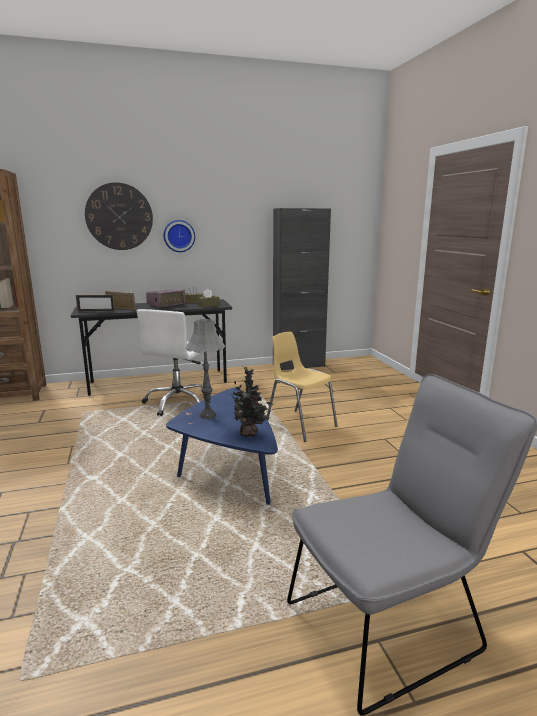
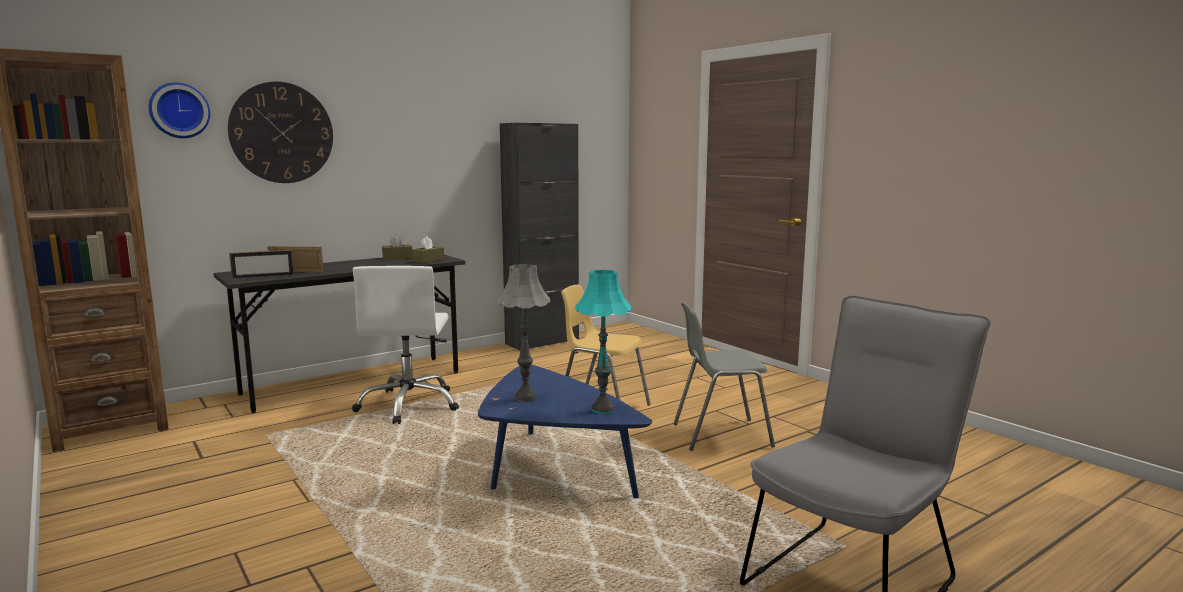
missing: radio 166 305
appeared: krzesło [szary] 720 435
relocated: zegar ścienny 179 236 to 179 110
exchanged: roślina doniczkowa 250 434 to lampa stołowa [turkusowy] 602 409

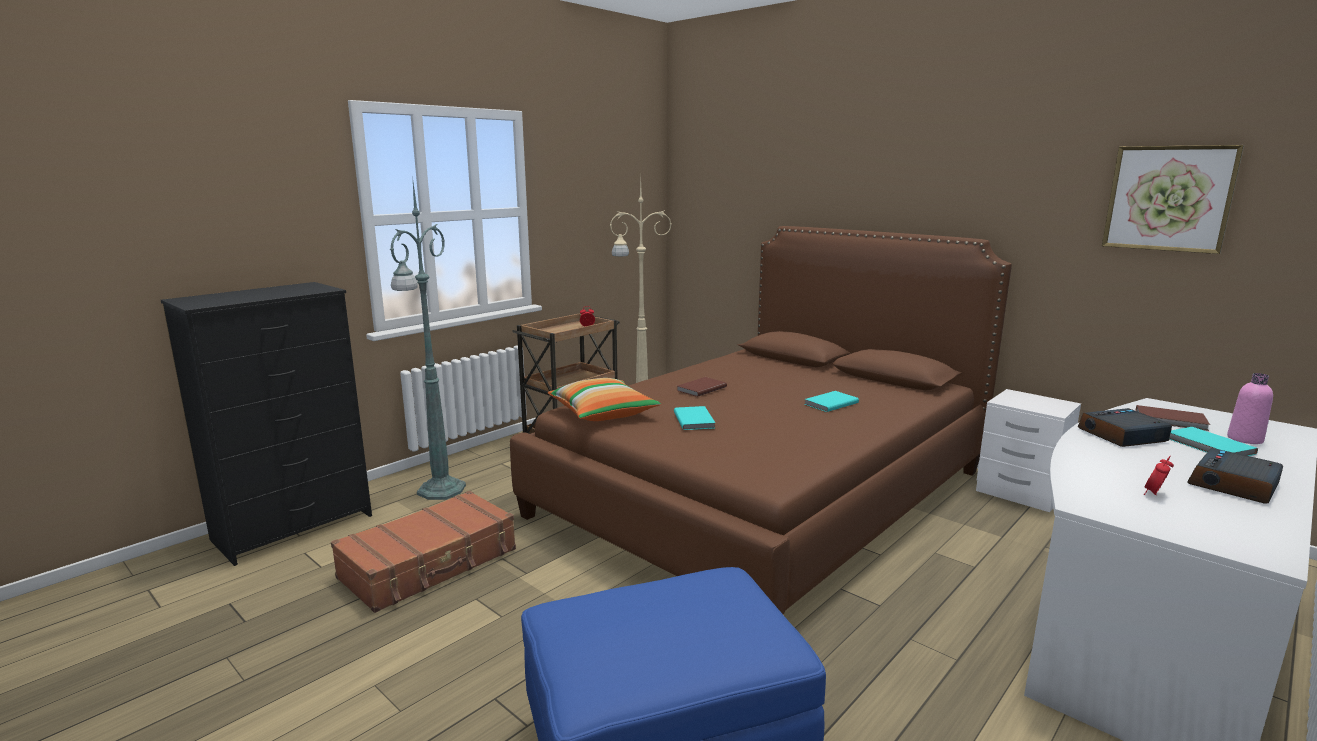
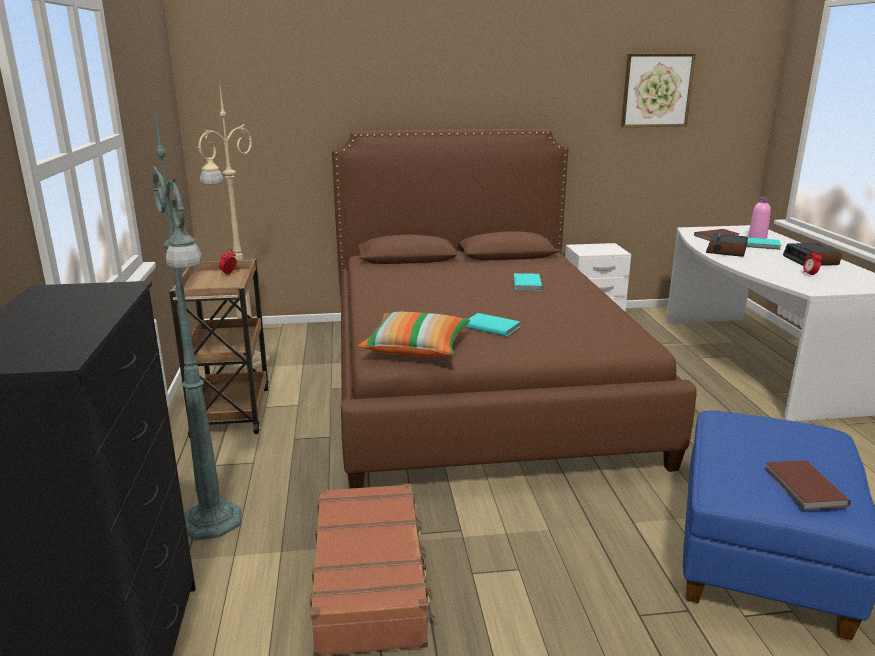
relocated: książka [brązowy] 700 389 to 803 488

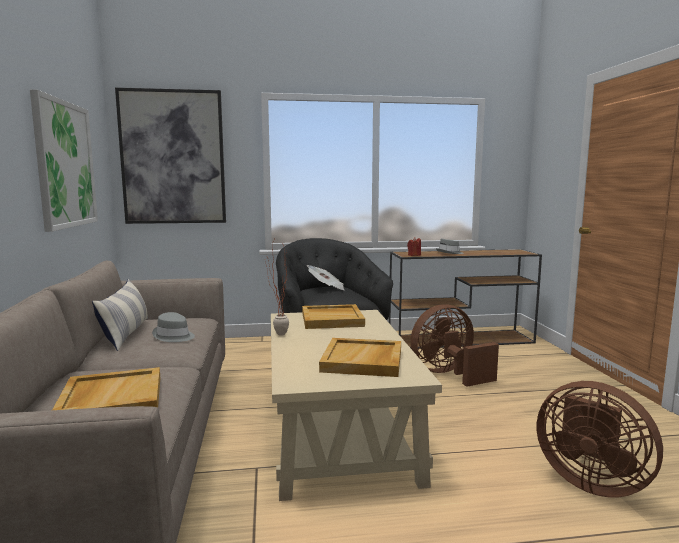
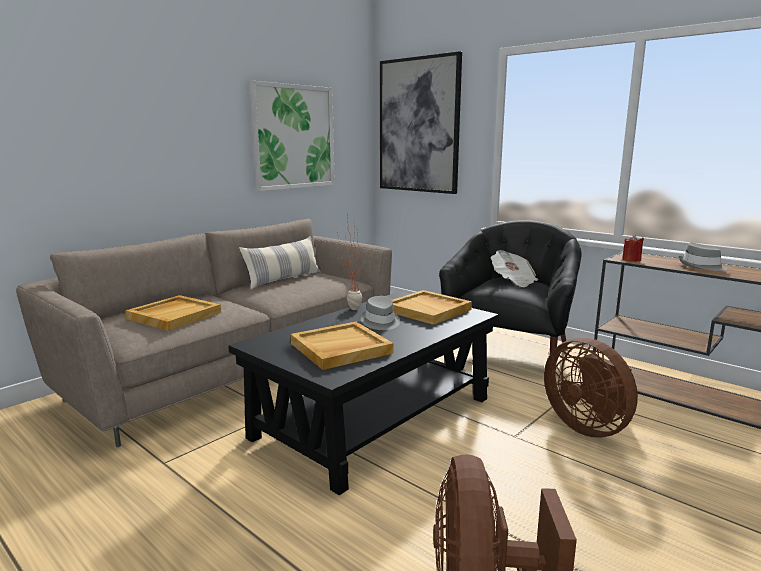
relocated: kapelusz [szary] 174 336 to 380 322
colour: ława [beżowy] 337 428 to ława [czarny] 374 416
spun: wentylator [brązowy] 449 374 = 588 426 150 degrees counterclockwise

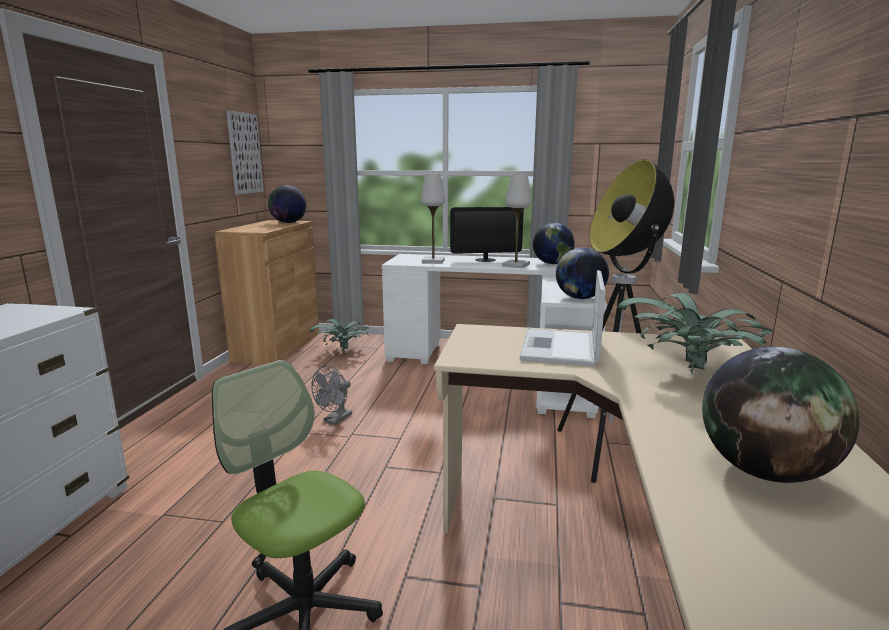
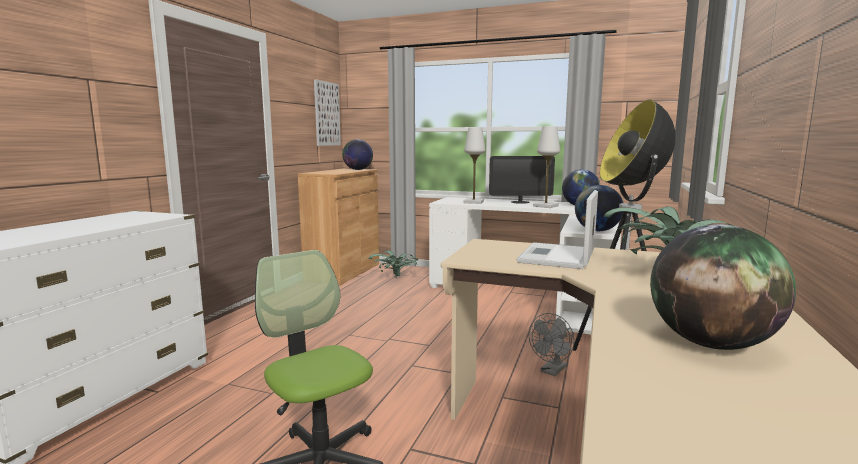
relocated: wentylator [szary] 335 420 to 552 371

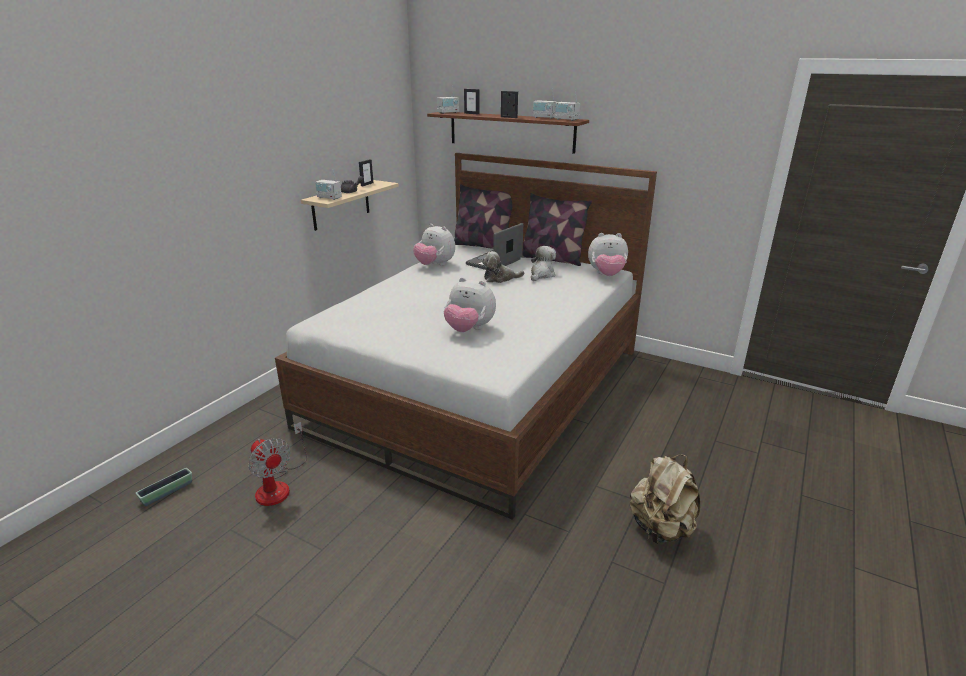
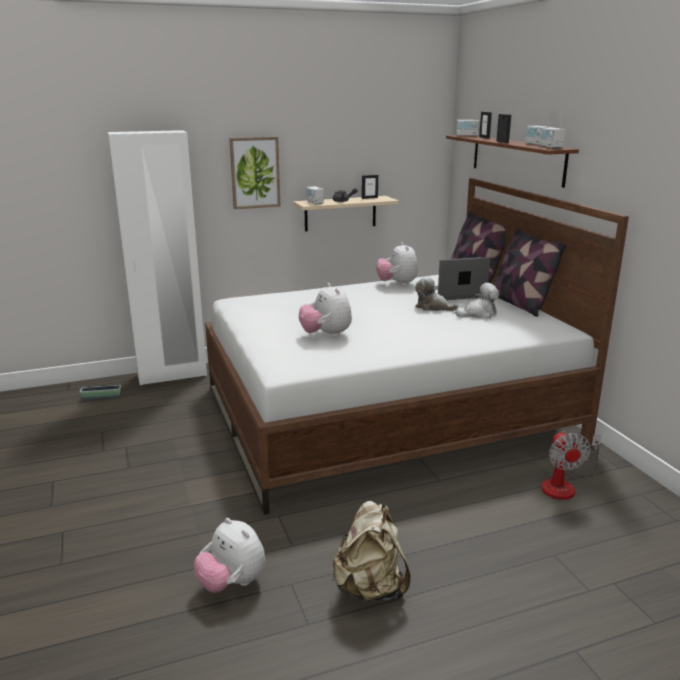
appeared: szafa [biały] 172 375; obraz 255 172
relocated: wentylator 278 485 to 564 485; pluszak 606 275 to 232 583

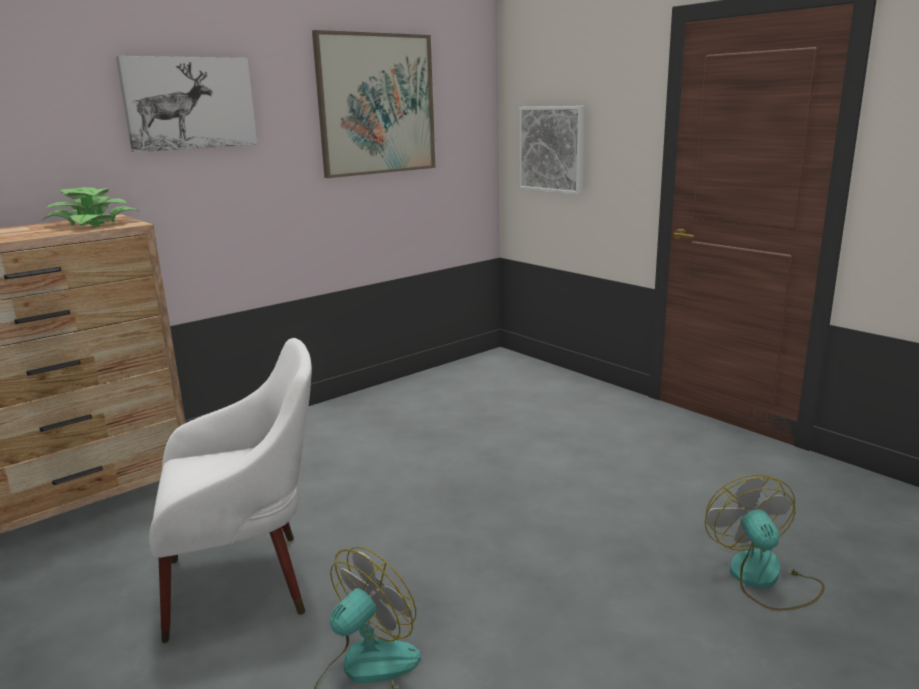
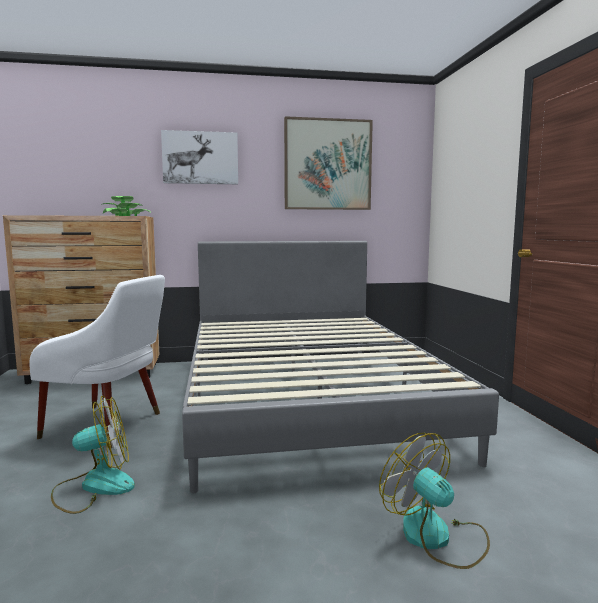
missing: obraz 551 149
appeared: łóżko [szary] 306 399
spun: wentylator 763 579 = 436 537 60 degrees counterclockwise

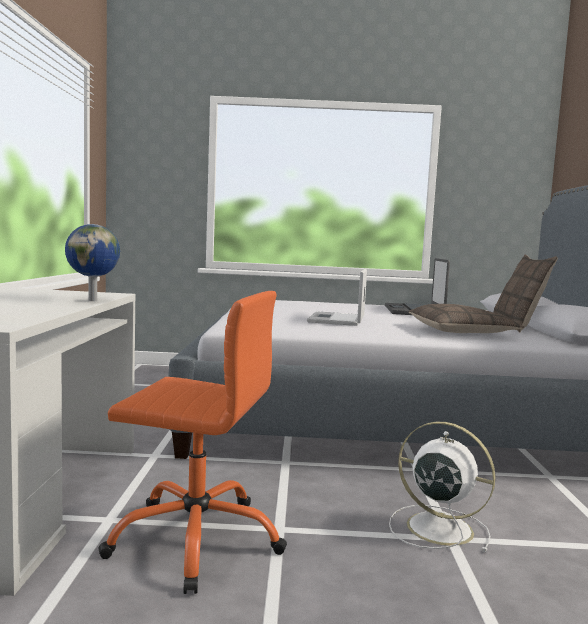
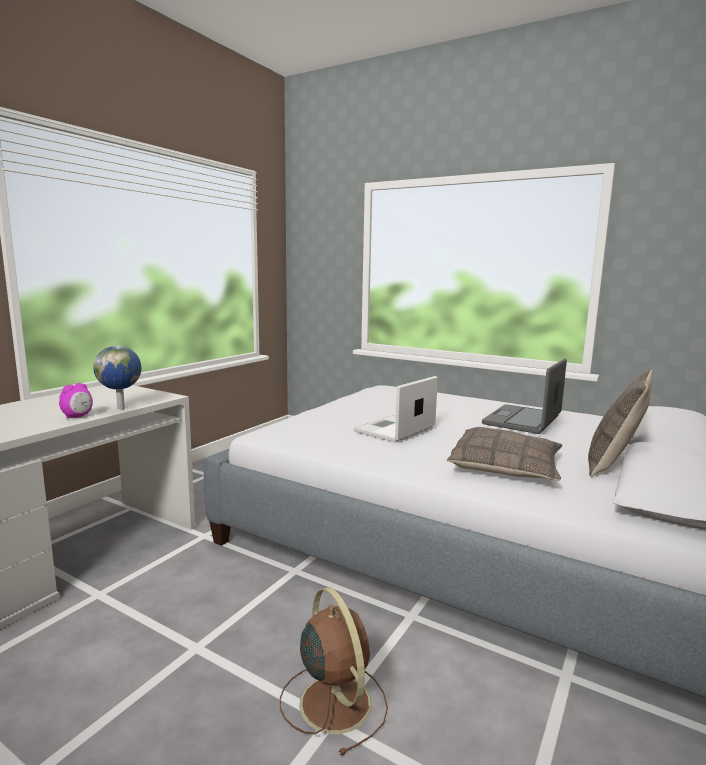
missing: krzesło biurowe [pomarańczowy] 196 538
appeared: budzik 77 416
colour: wentylator [biały] 436 527 to wentylator [brązowy] 333 700

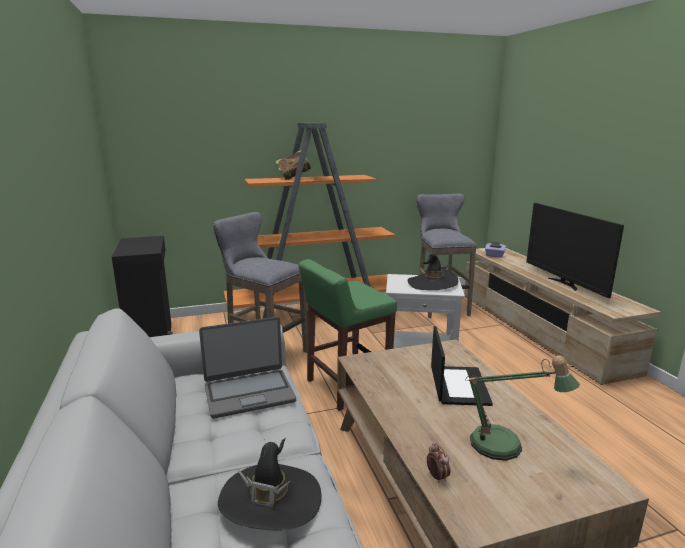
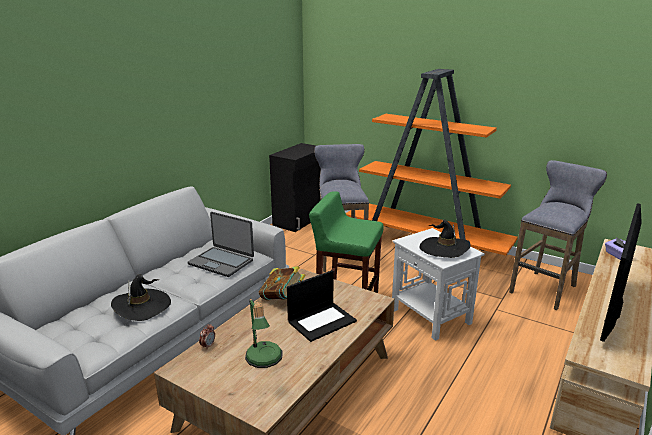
relocated: książka 294 178 to 282 298

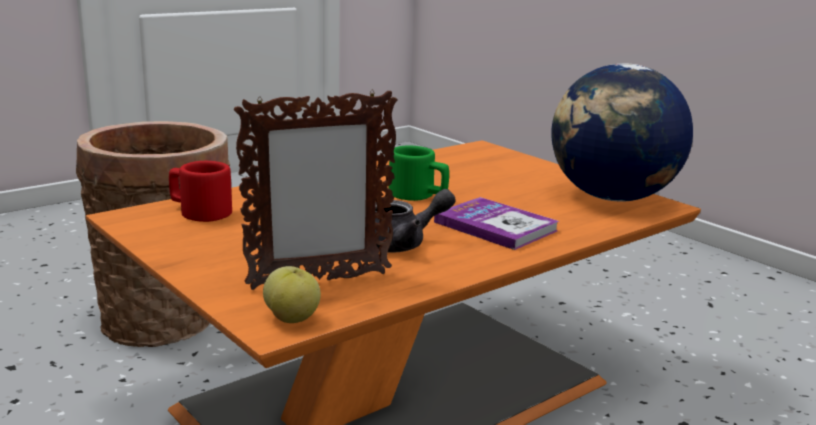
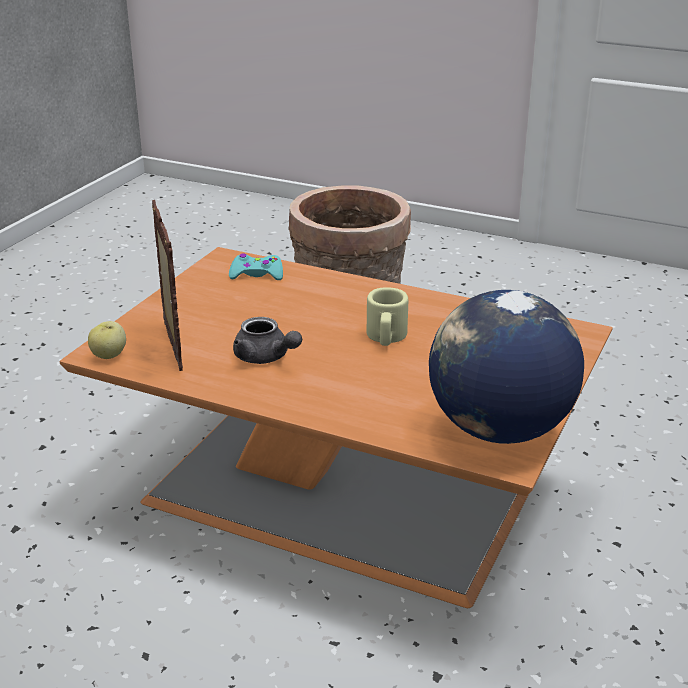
missing: książka 495 226
exchanged: kubek [czerwony] 199 212 to pad do gier [turkusowy] 257 274
colour: kubek [zielony] 418 196 to kubek [beżowy] 386 338
spun: ramka na zdjęcie 318 281 = 172 347 150 degrees counterclockwise

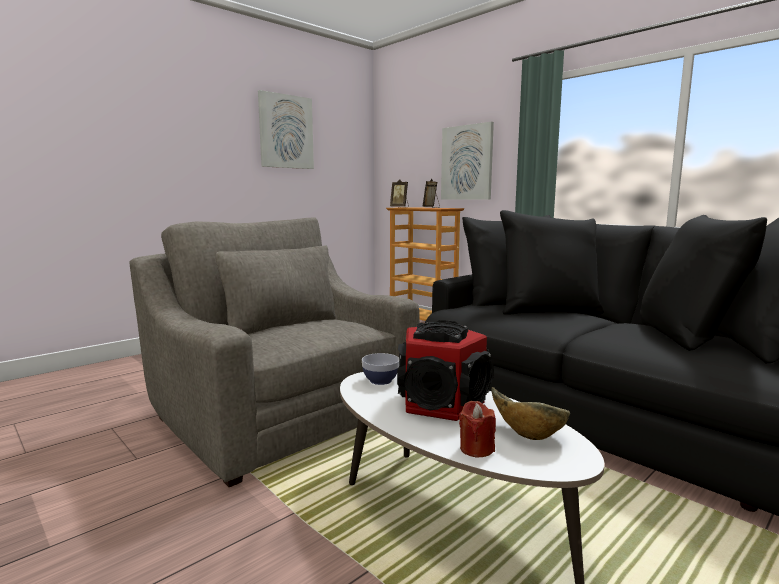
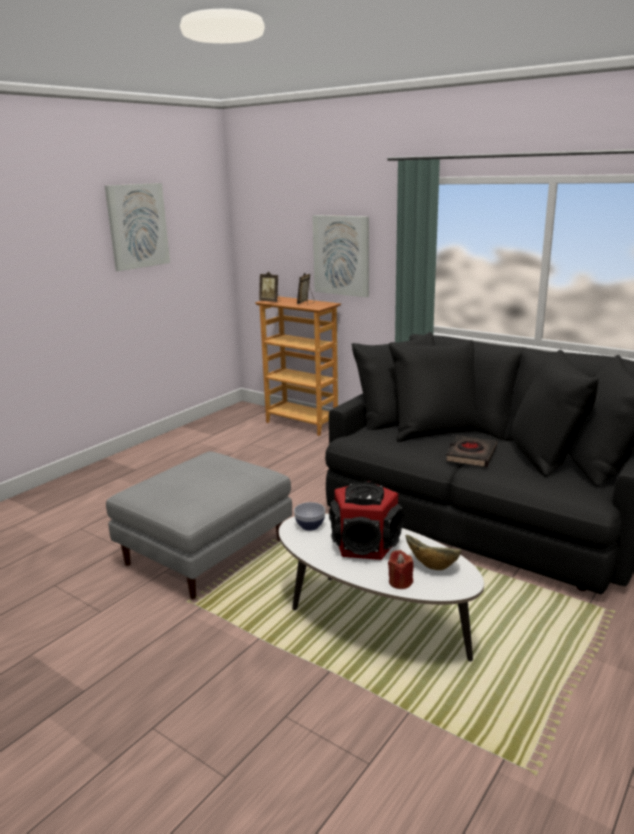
appeared: książka [czarny] 470 455
exchanged: fotel [szary] 283 413 to pufa [szary] 207 550

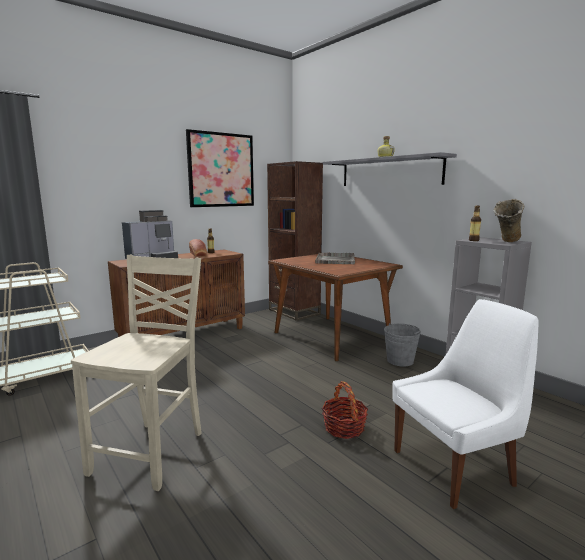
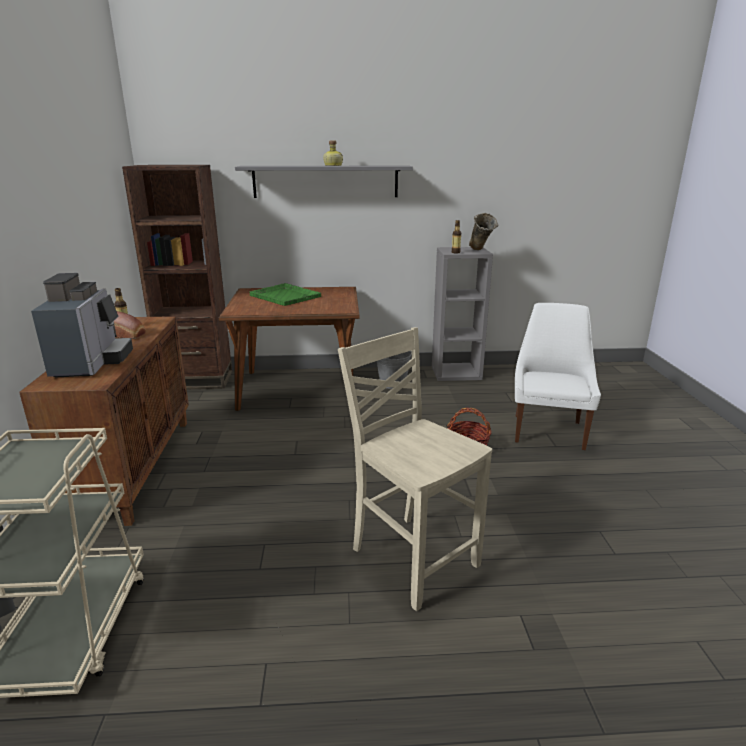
missing: obraz 221 170
colour: taca [szary] 335 259 to taca [zielony] 284 296

